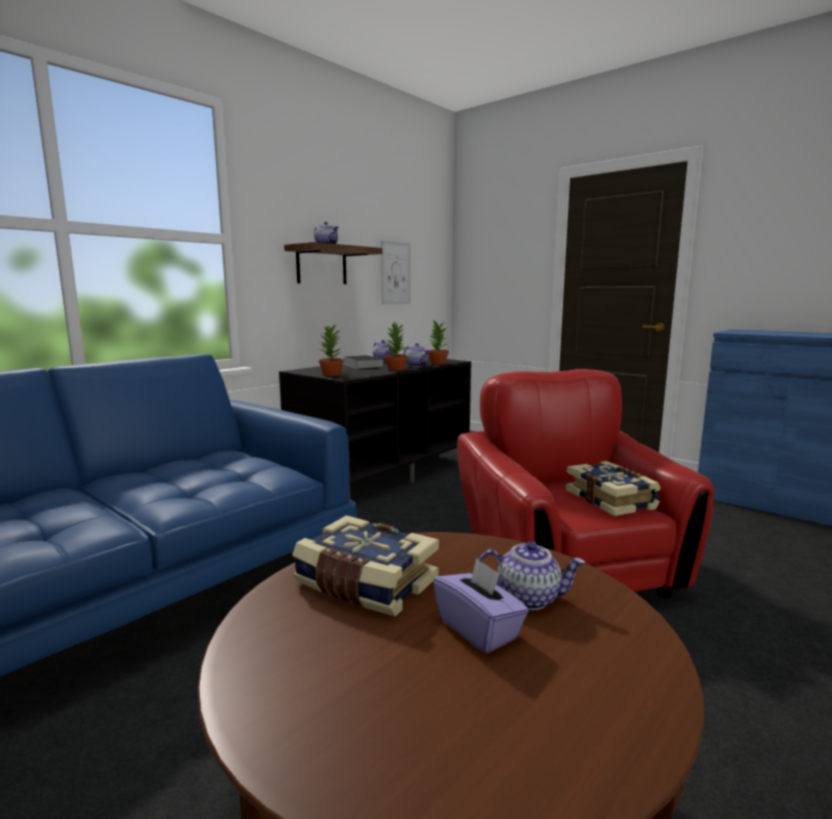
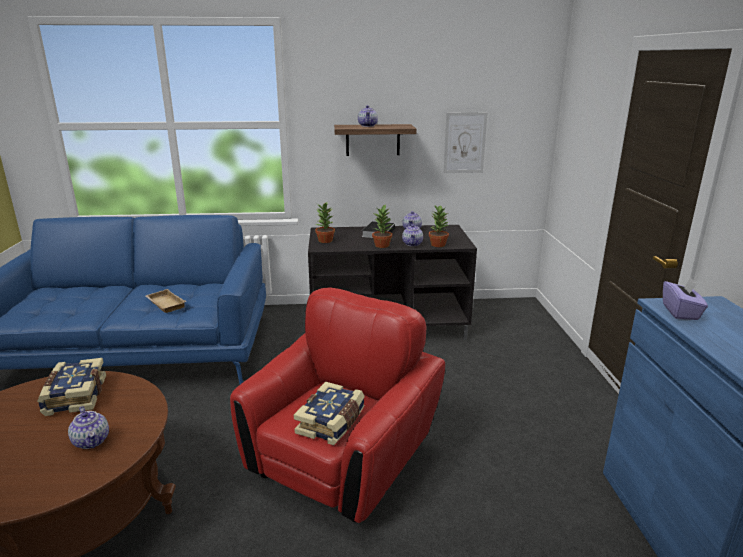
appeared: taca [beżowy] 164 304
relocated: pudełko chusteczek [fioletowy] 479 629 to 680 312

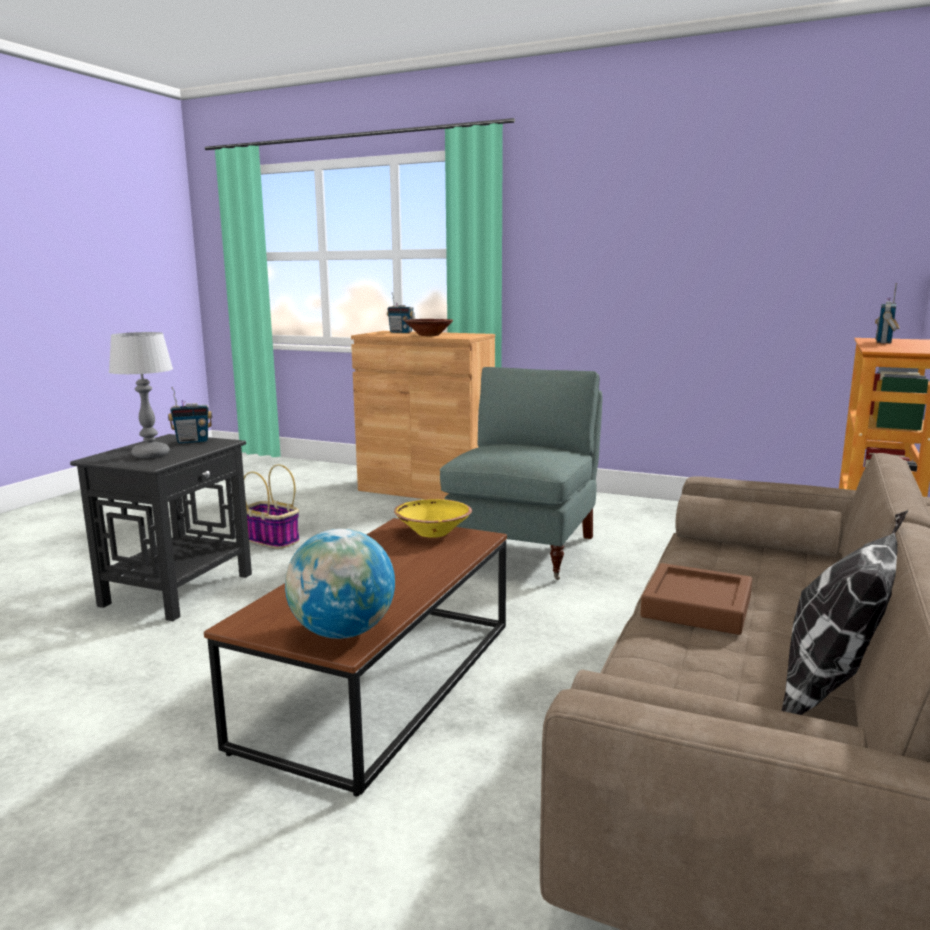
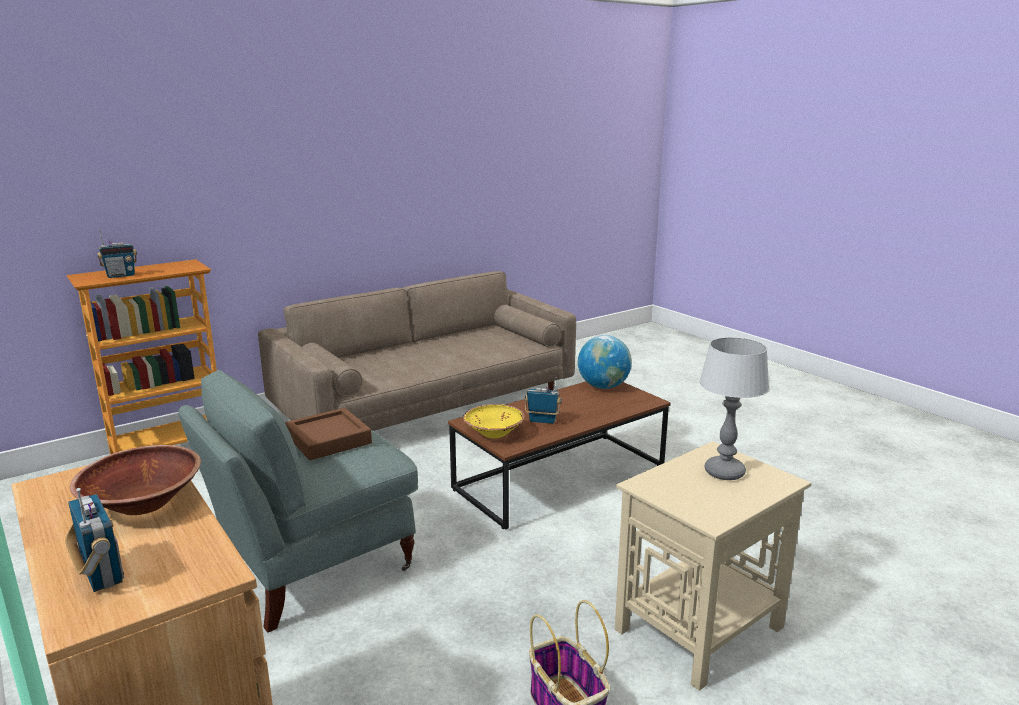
missing: poduszka 835 692
relocated: radio 192 441 to 542 421; taca [brązowy] 696 607 to 328 440
colour: stolik [czarny] 179 589 to stolik [beżowy] 697 629

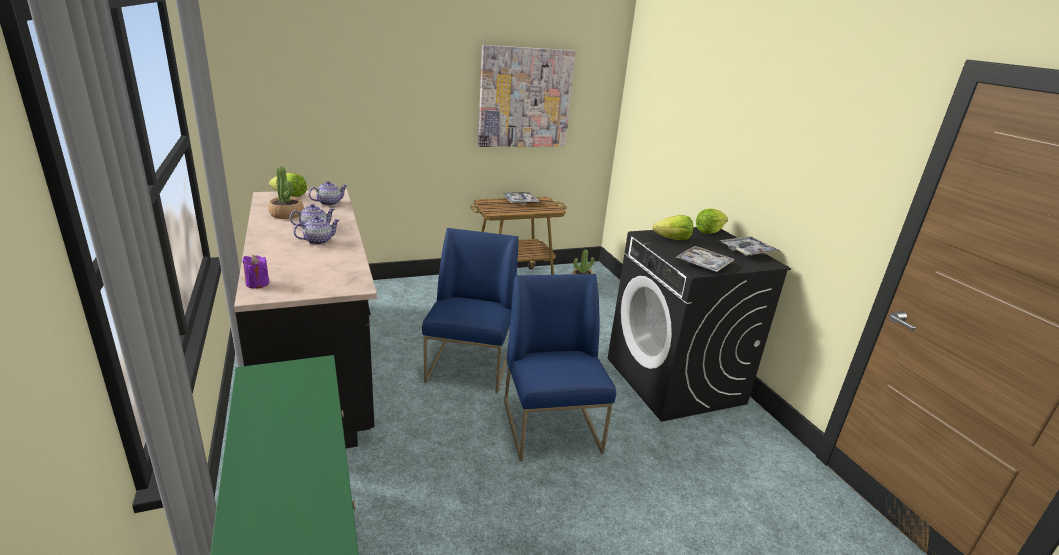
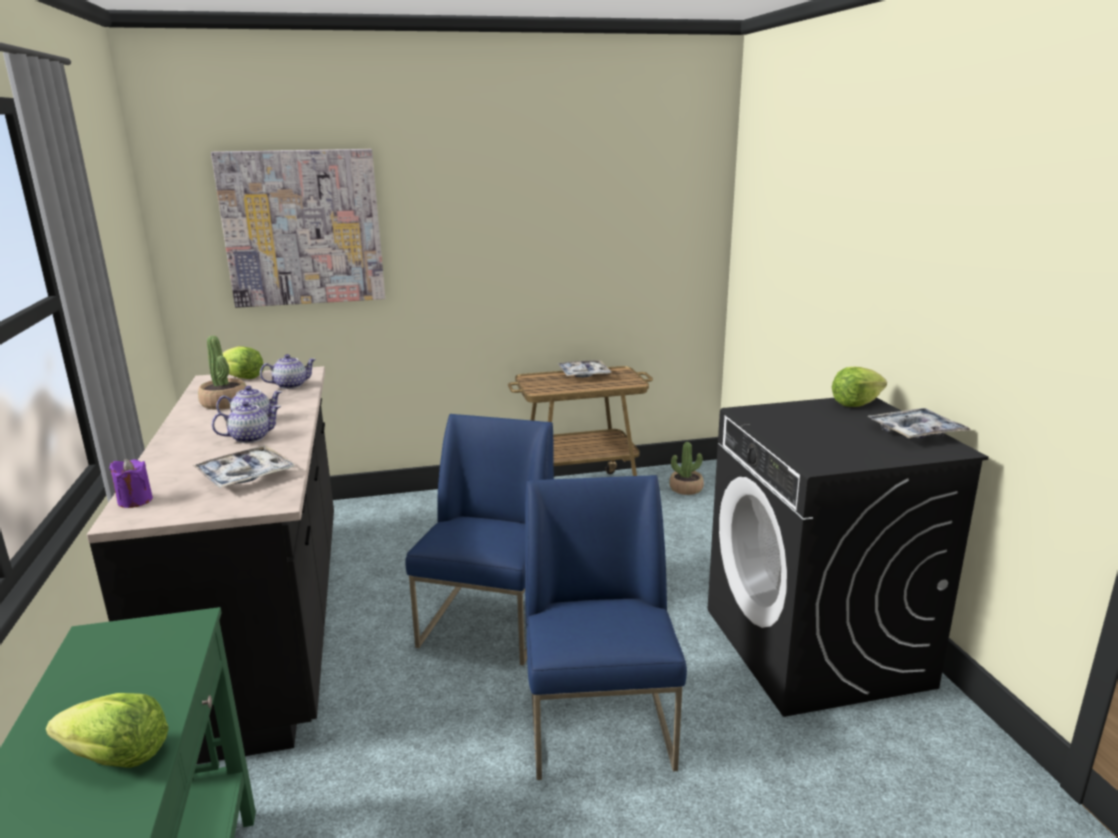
relocated: obraz 525 98 to 303 228; sałata 673 239 to 116 757; taca 703 264 to 245 475

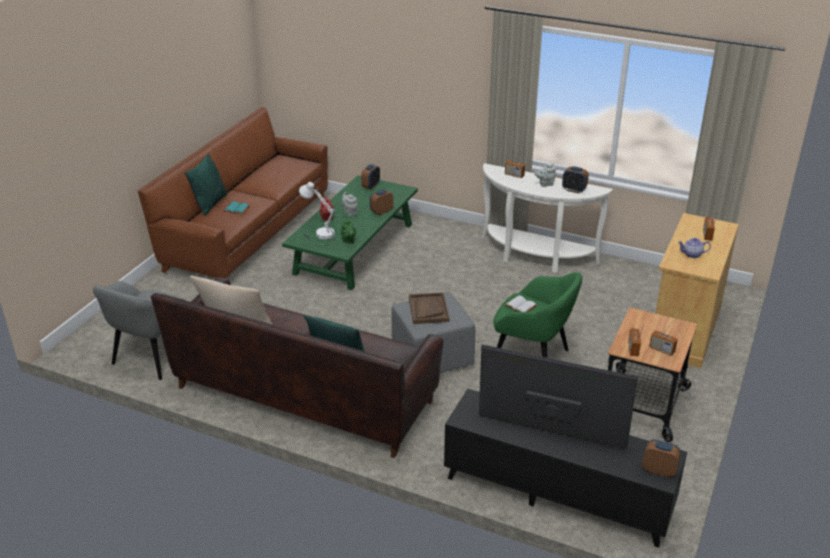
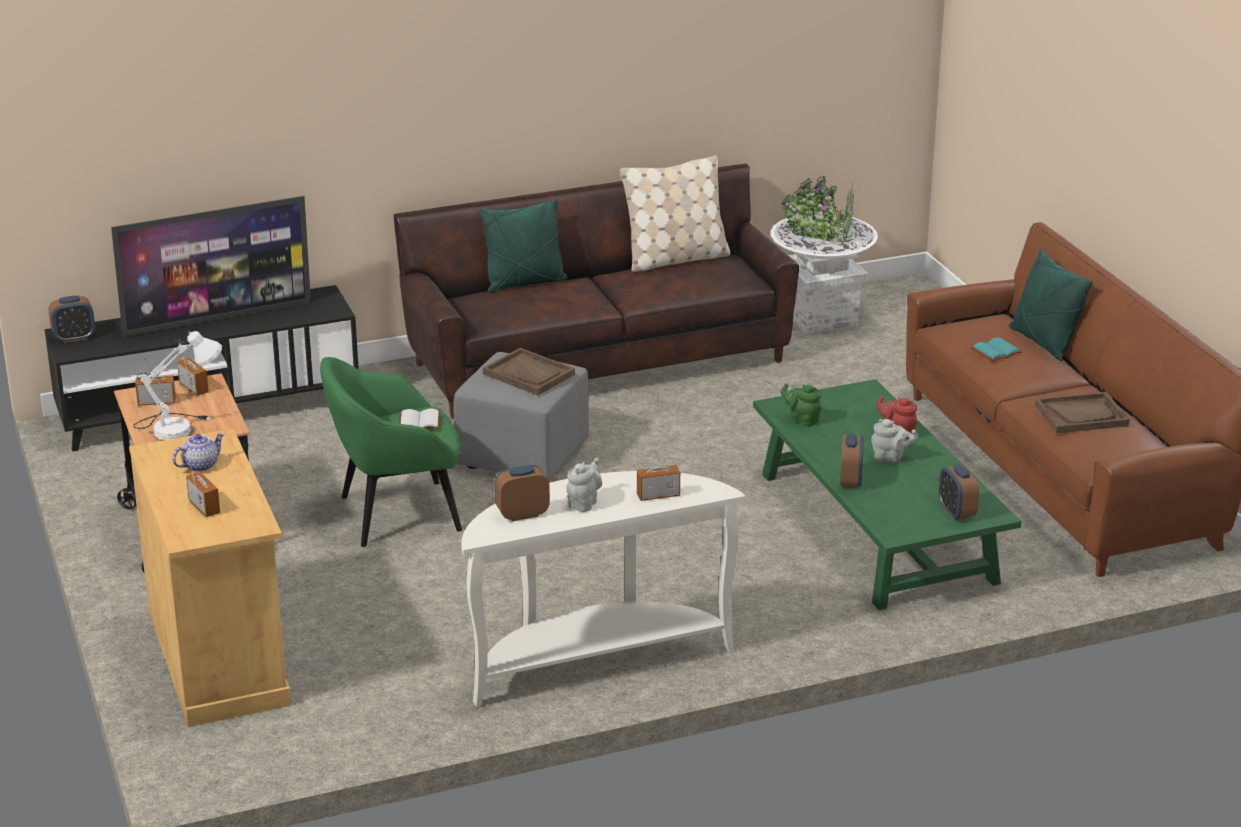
appeared: taca [brązowy] 1081 415
relocated: lampa stołowa [biały] 319 236 to 180 427
exchanged: fotel [szary] 153 356 to donica [biały] 820 317

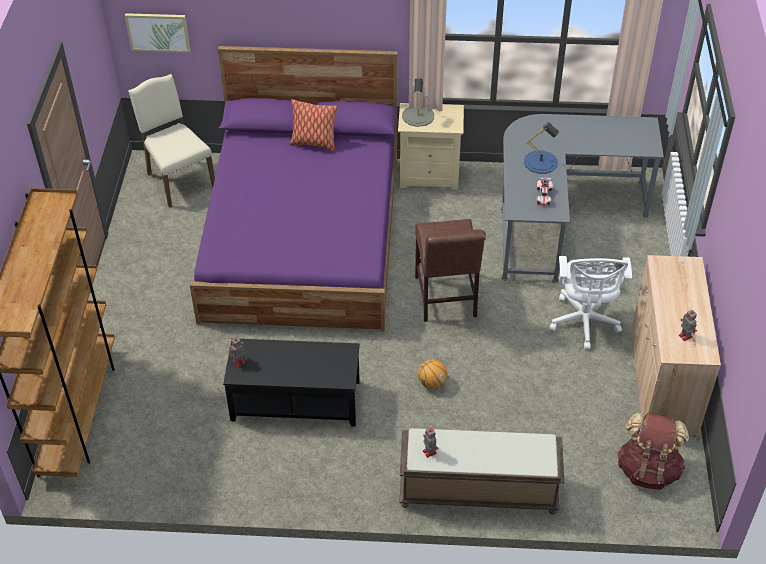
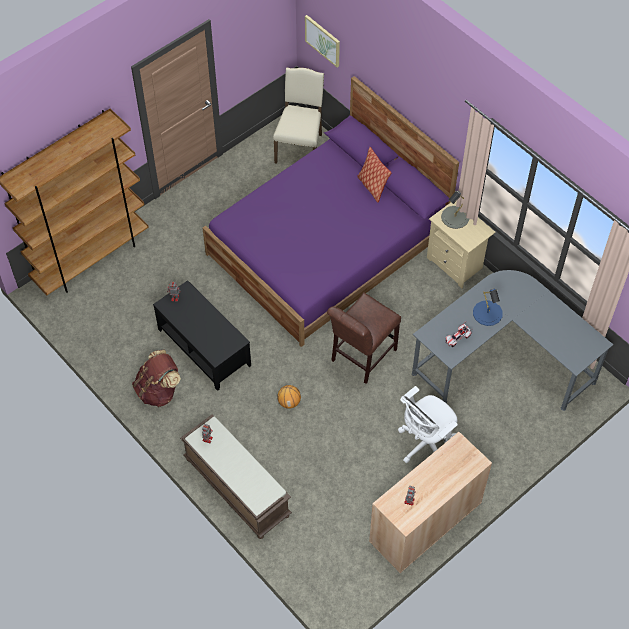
relocated: plecak [brązowy] 648 469 to 158 390

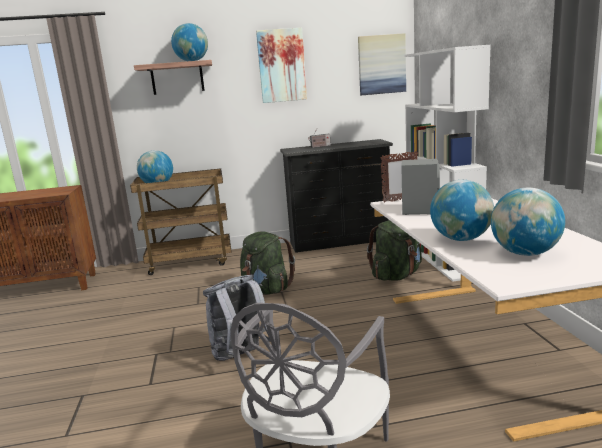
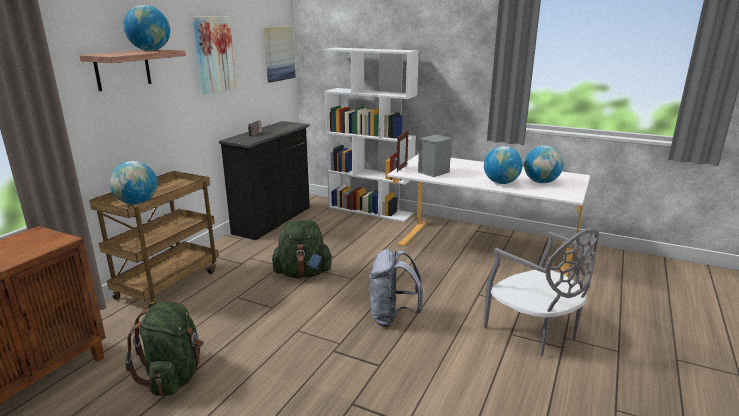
relocated: plecak [zielony] 396 276 to 174 376

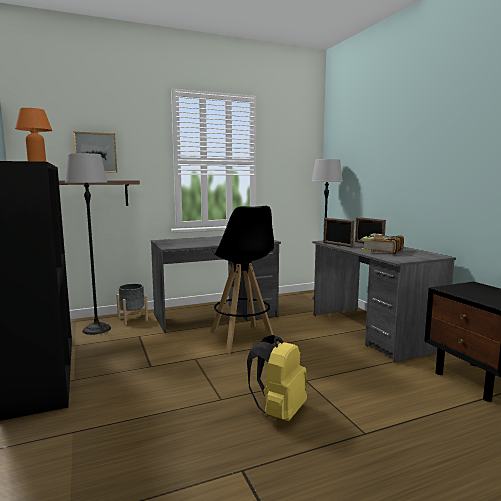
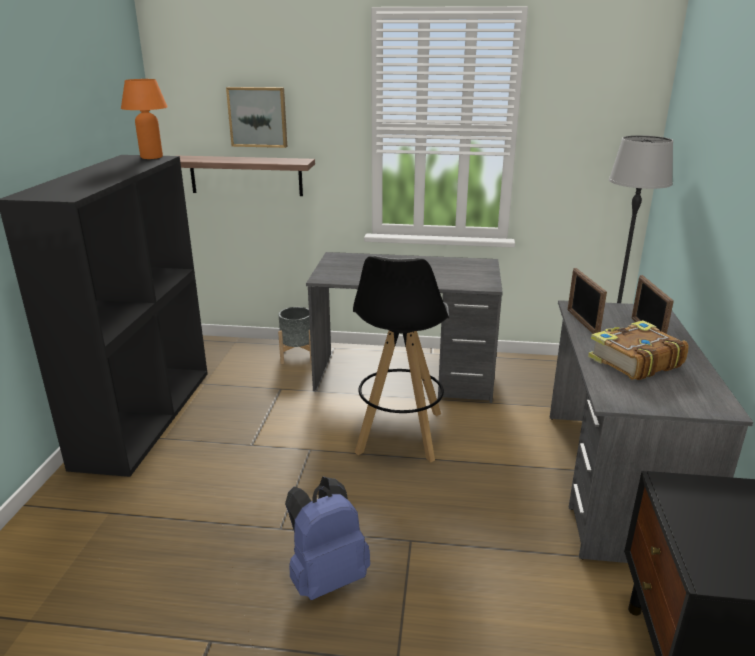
missing: lampa stojąca 97 329
colour: plecak [żółty] 279 412 to plecak [niebieski] 326 577

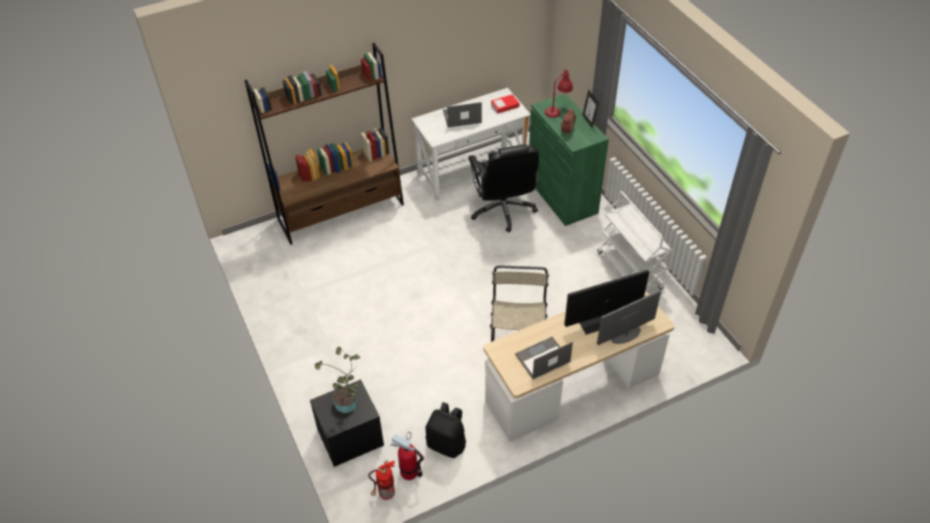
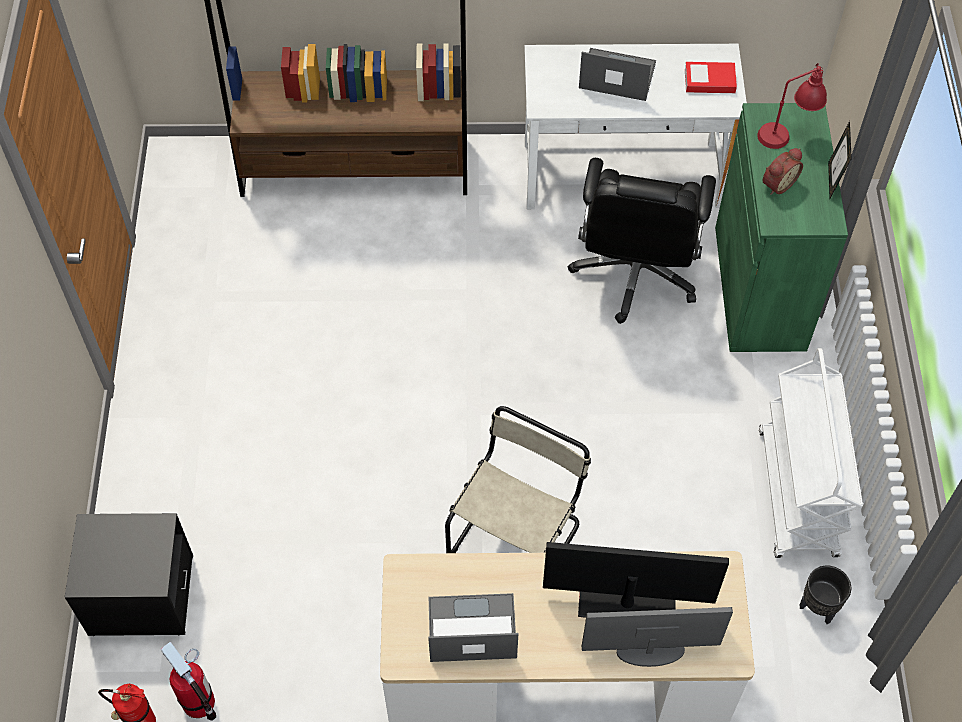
missing: roślina doniczkowa 347 405; plecak [czarny] 447 444
appeared: donica [czarny] 818 608

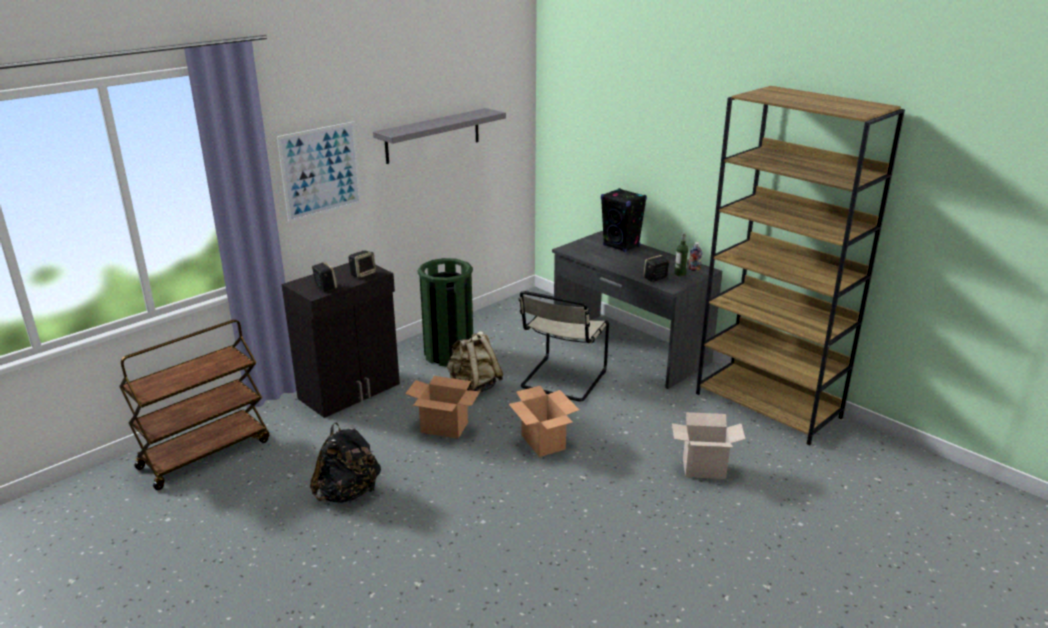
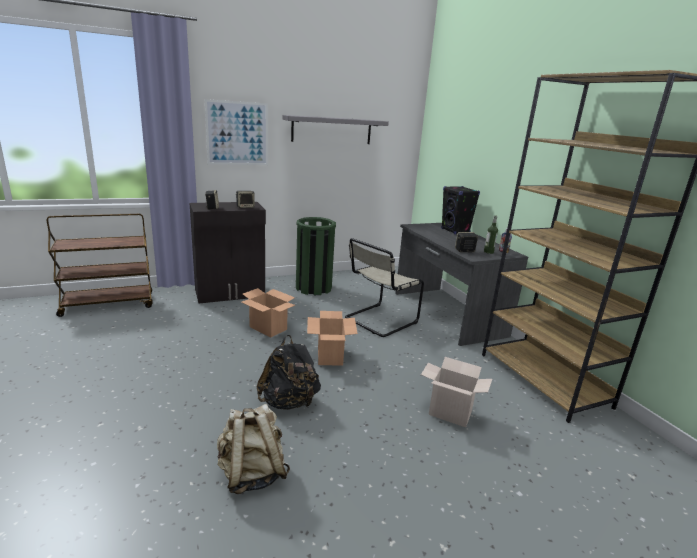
relocated: plecak [czarny] 348 493 to 289 402; plecak [beżowy] 474 387 to 251 474

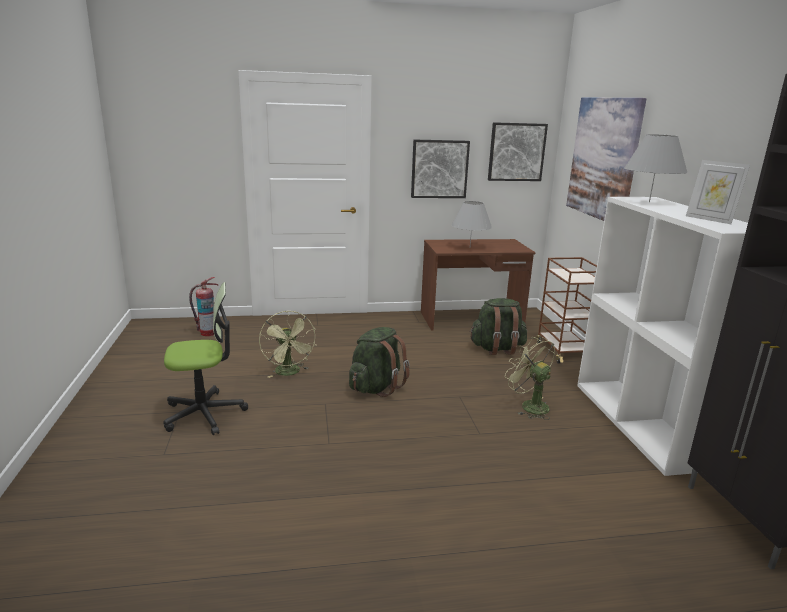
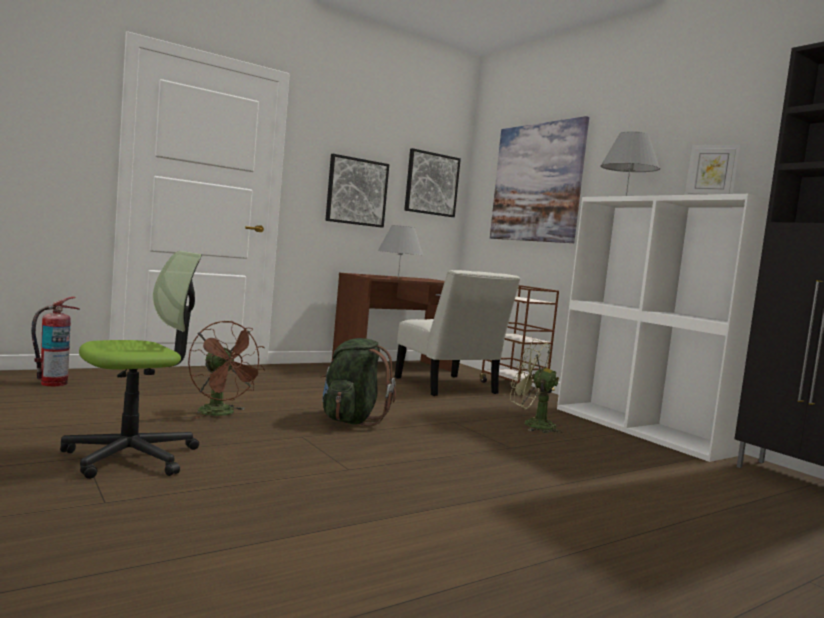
exchanged: plecak [zielony] 497 349 to krzesło [biały] 448 387
colour: wentylator [zielony] 290 373 to wentylator [brązowy] 222 413

